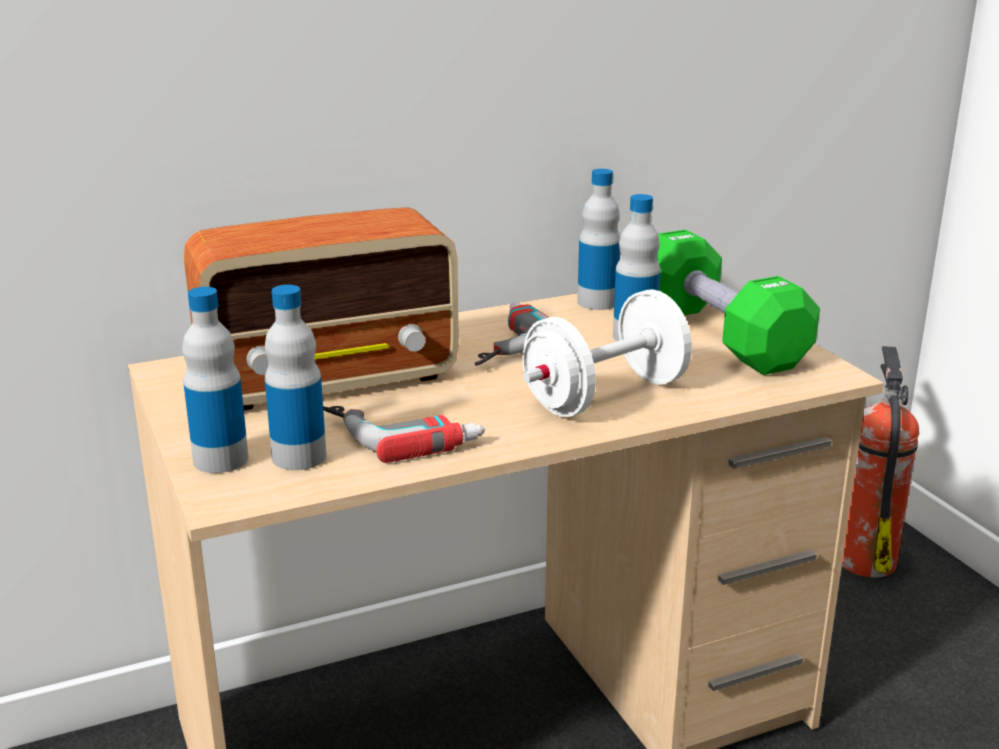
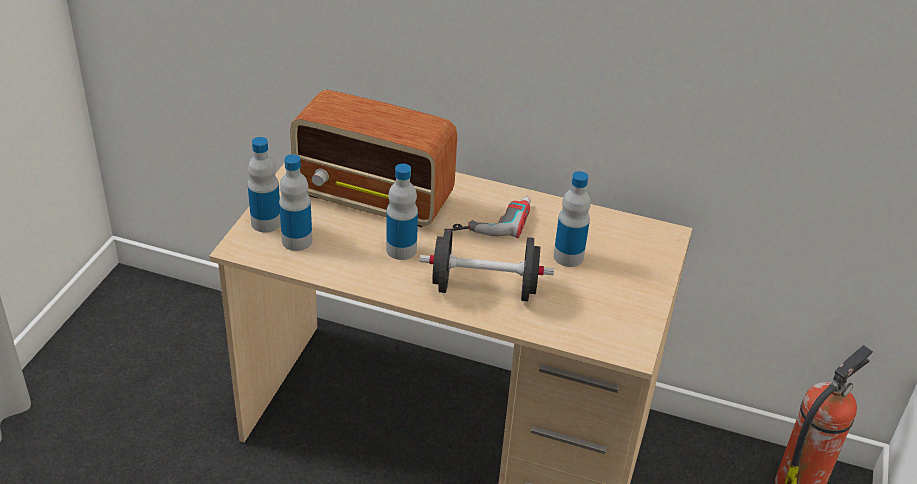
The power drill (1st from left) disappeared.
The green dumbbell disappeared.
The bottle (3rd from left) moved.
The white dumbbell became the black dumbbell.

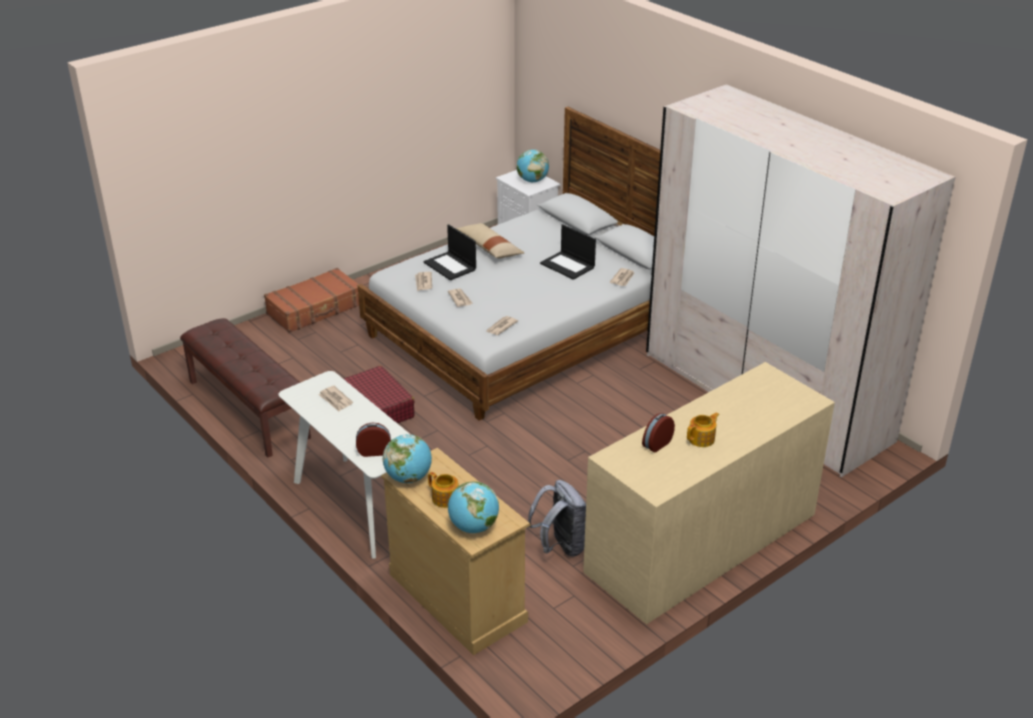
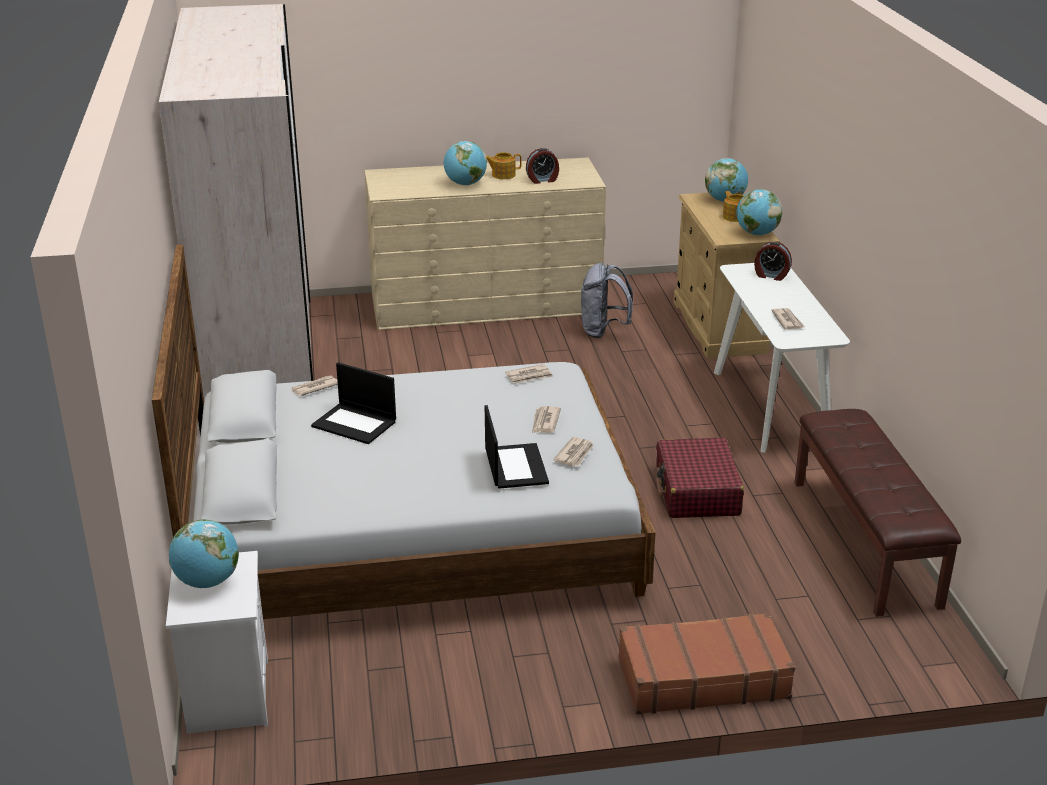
The beige pillow disappeared.
The globe (2nd from left) appeared.
The laptop (2nd from left in the first image) turned 135 degrees clockwise.

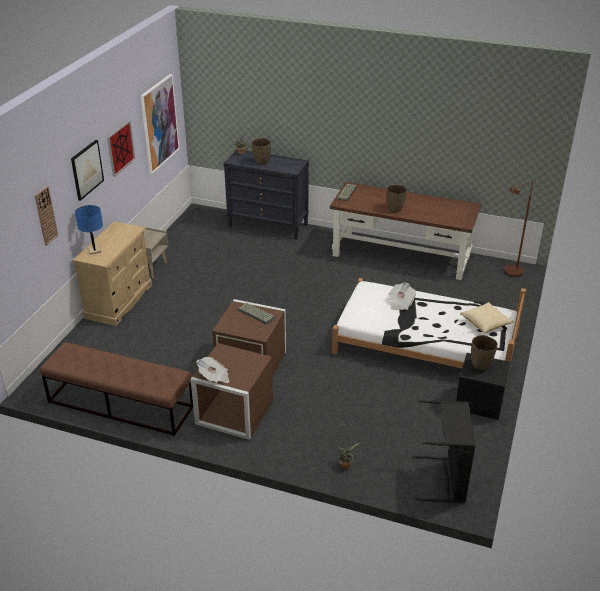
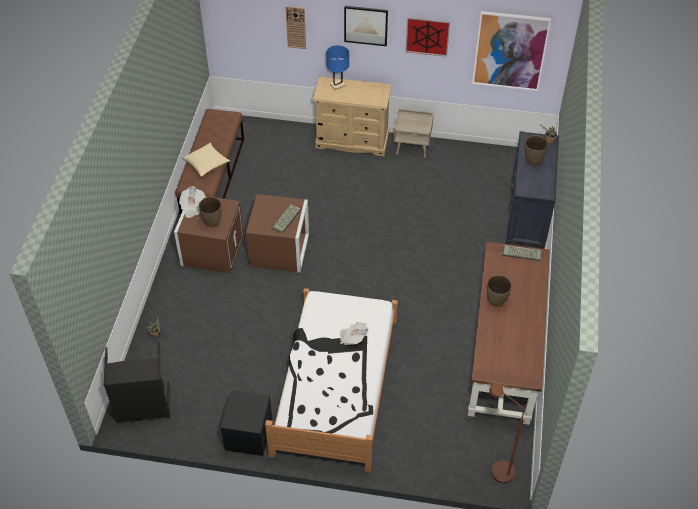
The pillow moved.
The brown vase (3rd from left in the first image) moved.

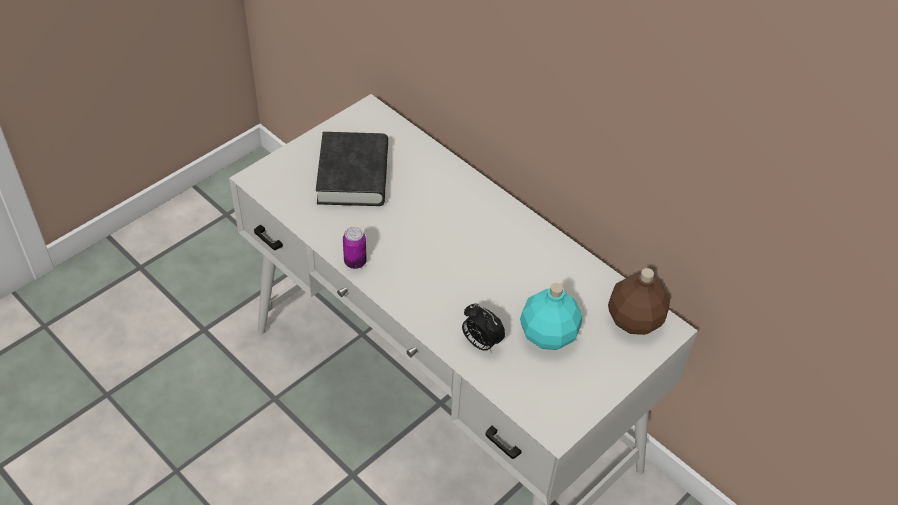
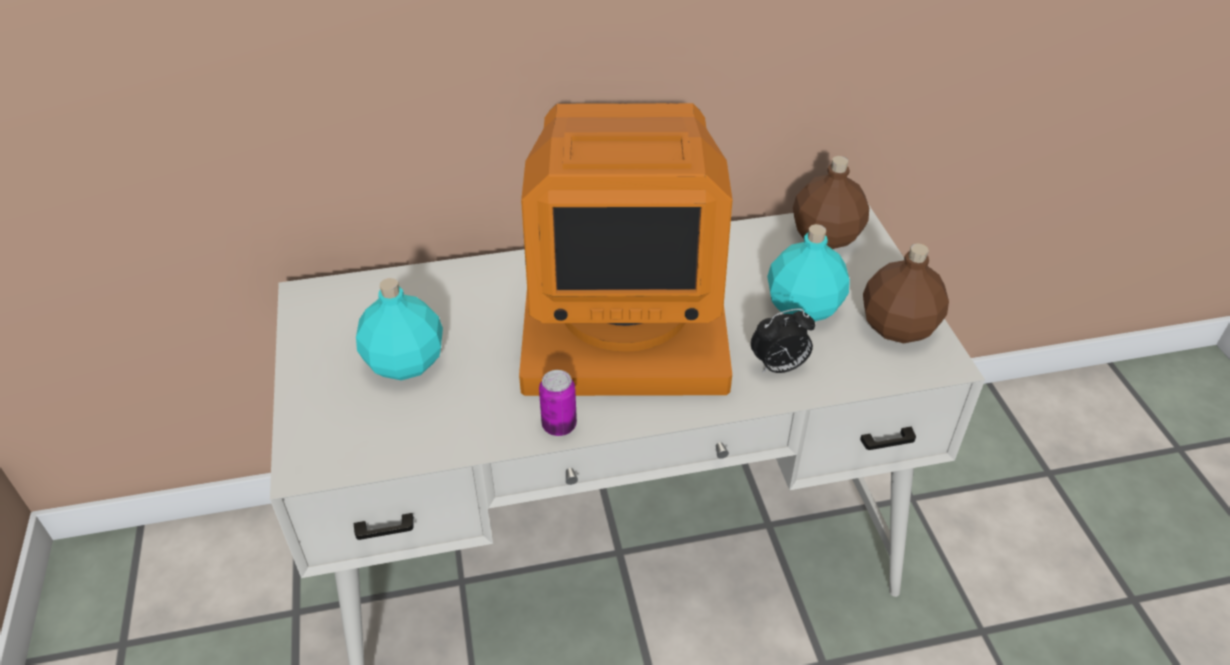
The monitor appeared.
The brown bottle (2nd from left) appeared.
The black book was replaced by the turquoise bottle (1st from left).

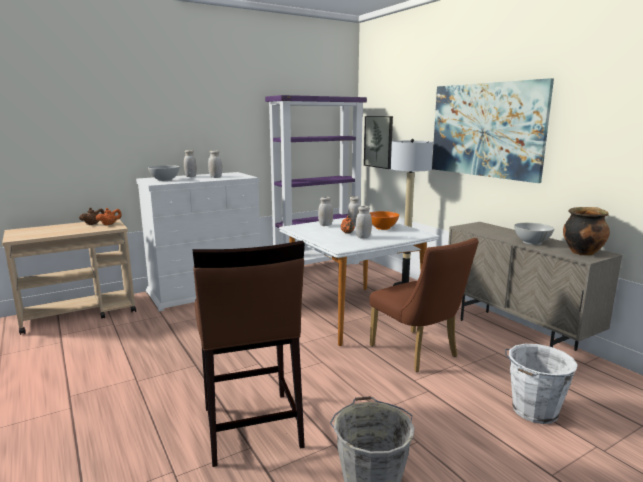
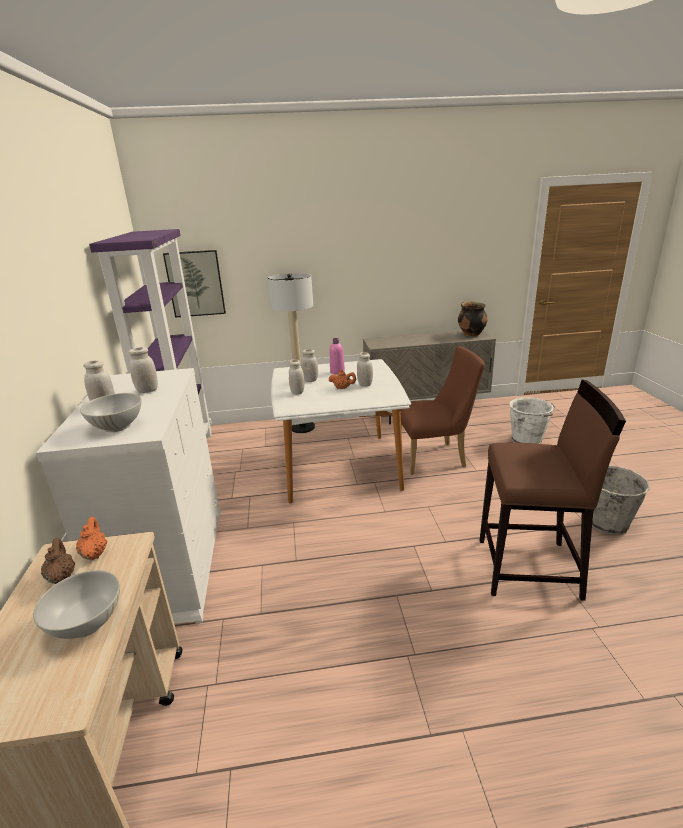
The picture (2nd from left) disappeared.
The white bowl (2nd from left in the first image) moved.
The orange bowl was replaced by the pink bottle.

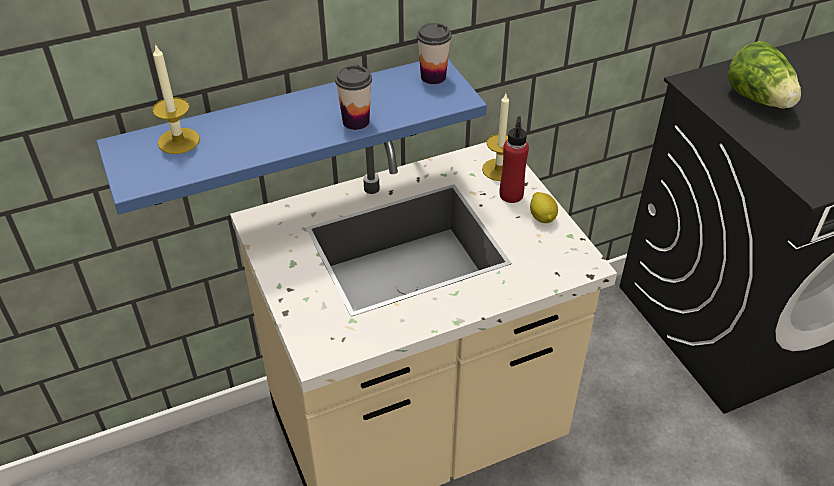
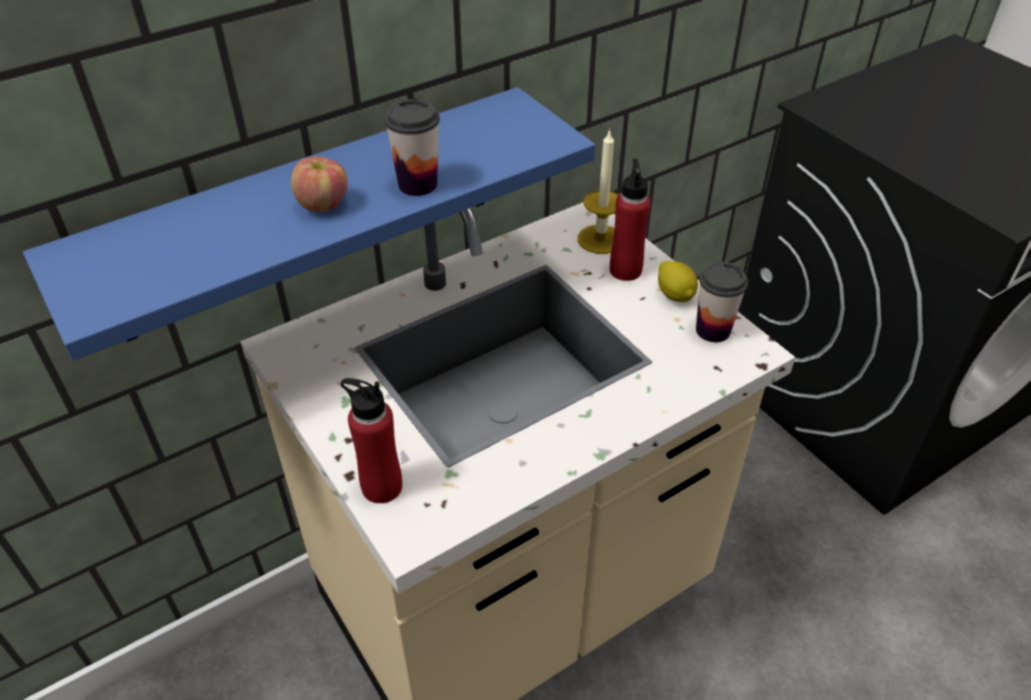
The candle (1st from left) disappeared.
The lettuce disappeared.
The apple appeared.
The red bottle (1st from left) appeared.
The cup (2nd from left) moved.

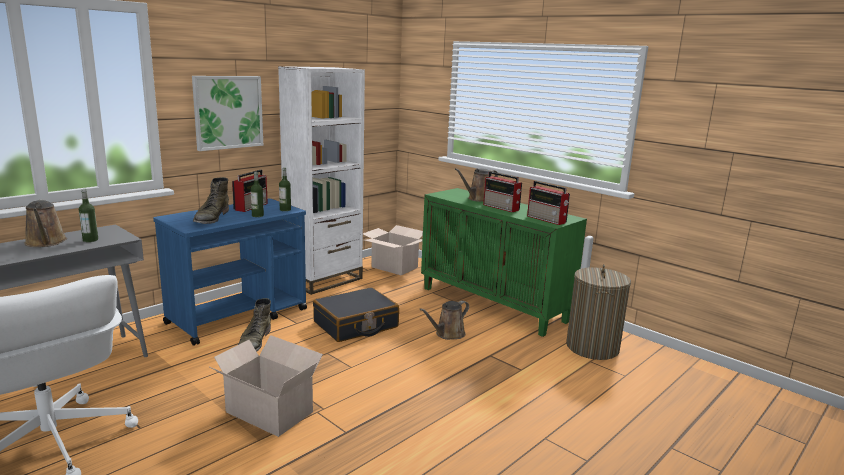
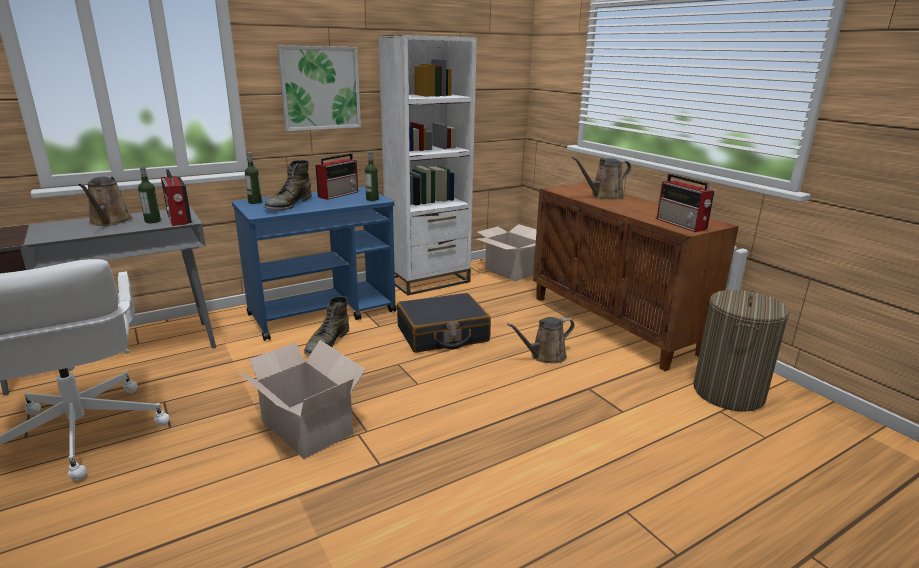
The bottle (2nd from left) moved.
The radio (2nd from left in the first image) moved.
The green cabinet became the brown cabinet.

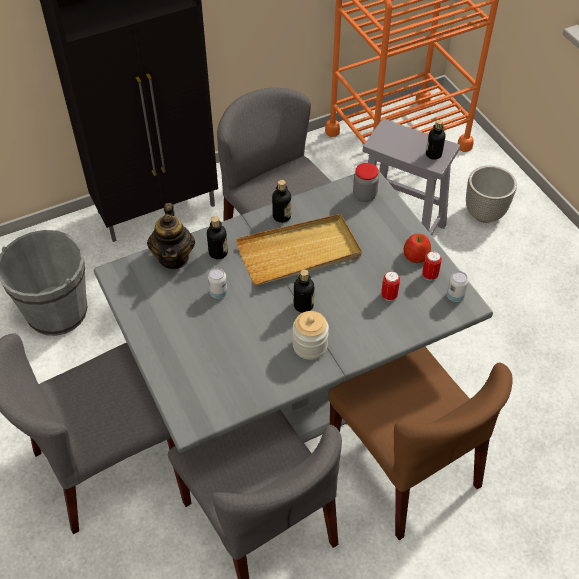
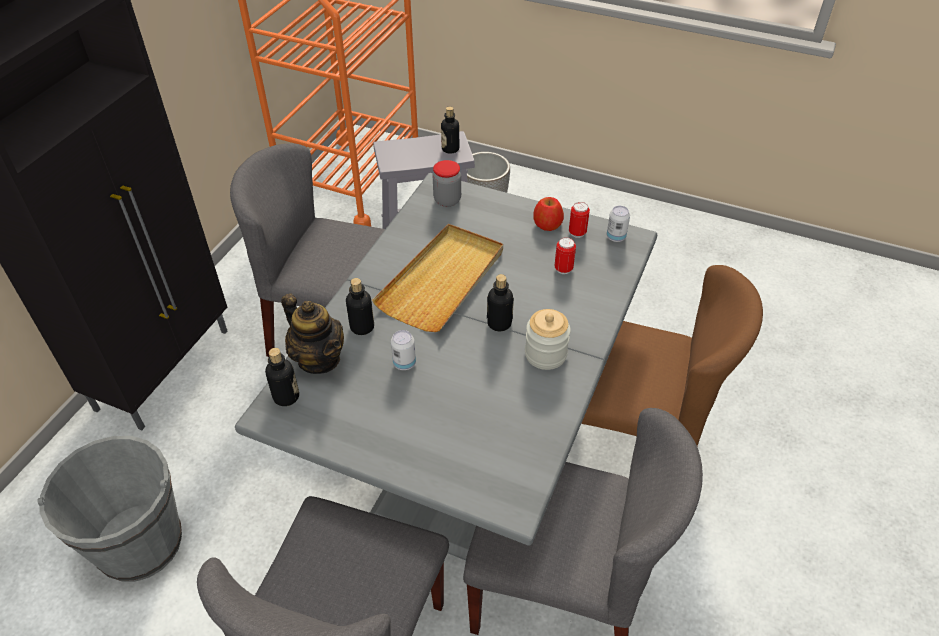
The bottle (2nd from left in the first image) moved.

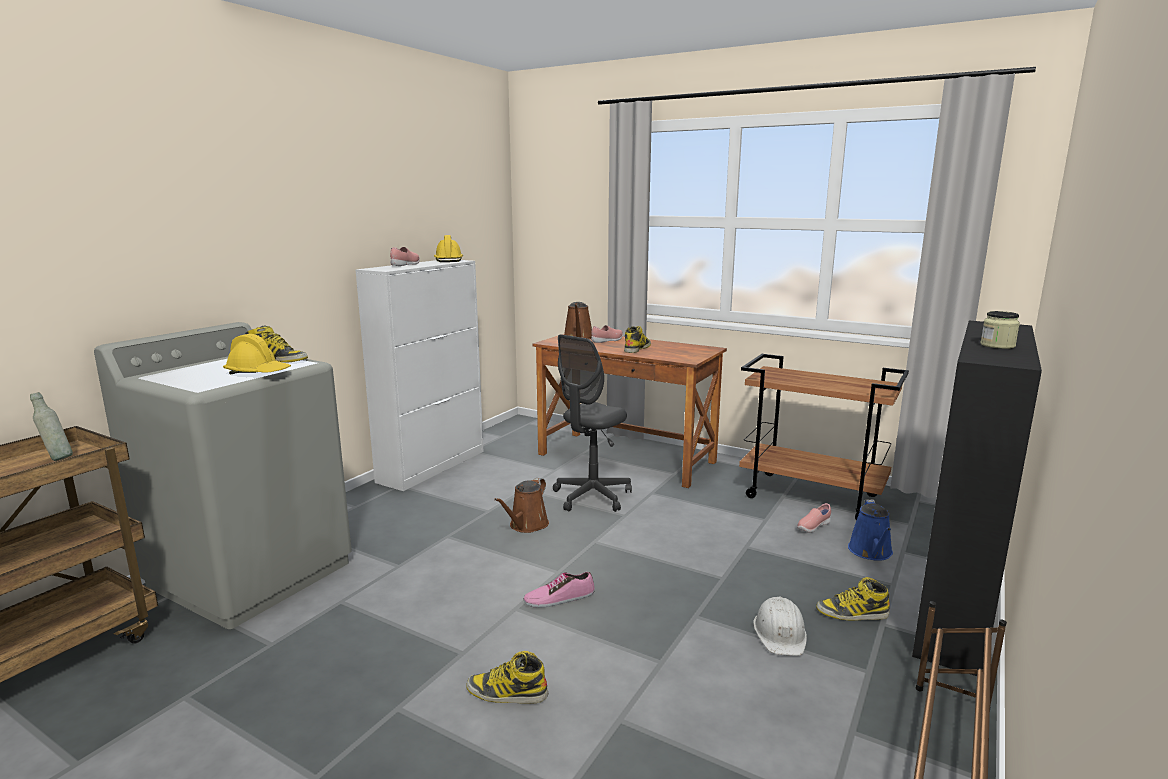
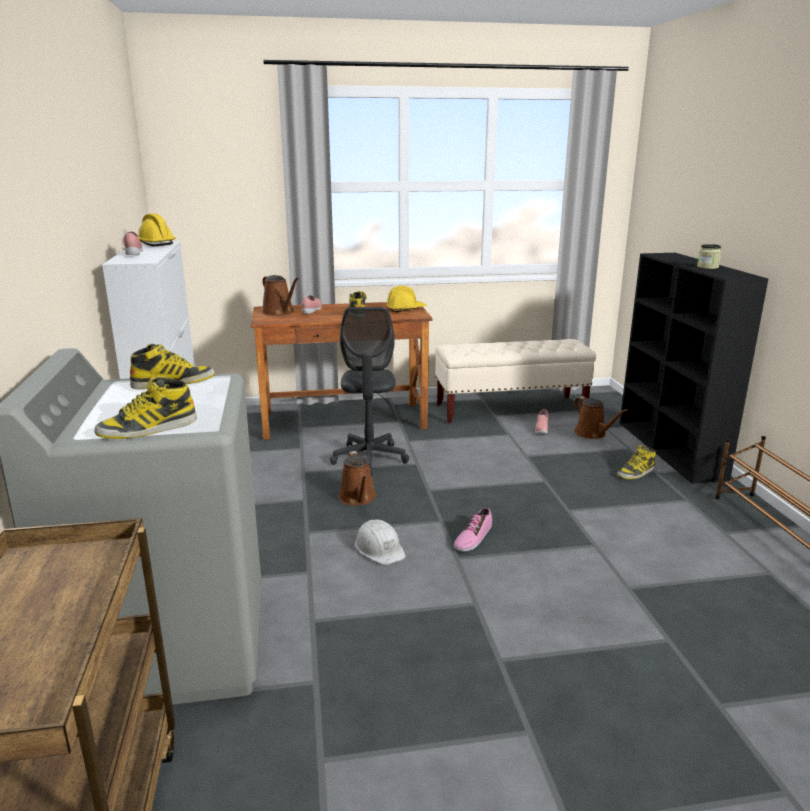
The grey bottle disappeared.
The yellow hard hat (1st from left in the first image) moved.
The boot (2nd from left in the first image) moved.
The white hard hat moved.
The brown cart (2nd from left) was replaced by the beige bench.
The blue watering can became the brown watering can (3rd from left).

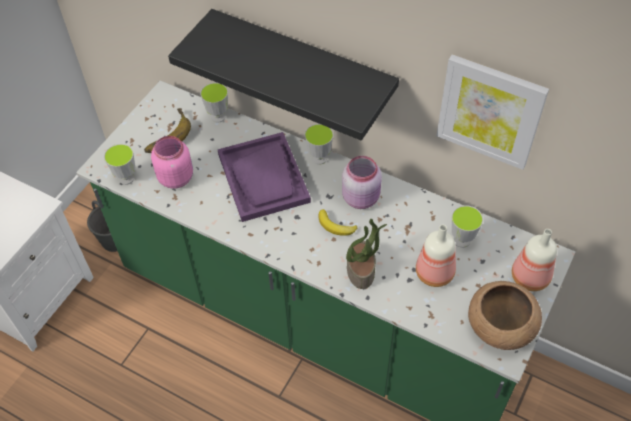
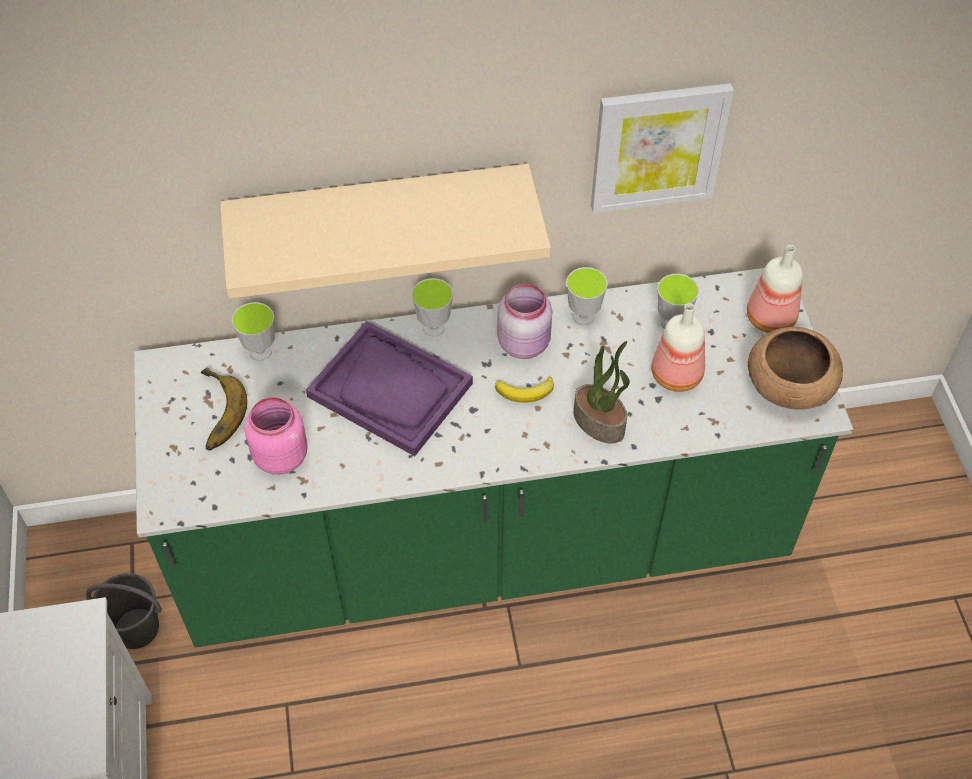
The cup (1st from left in the first image) moved.
The black shelf became the beige shelf.

